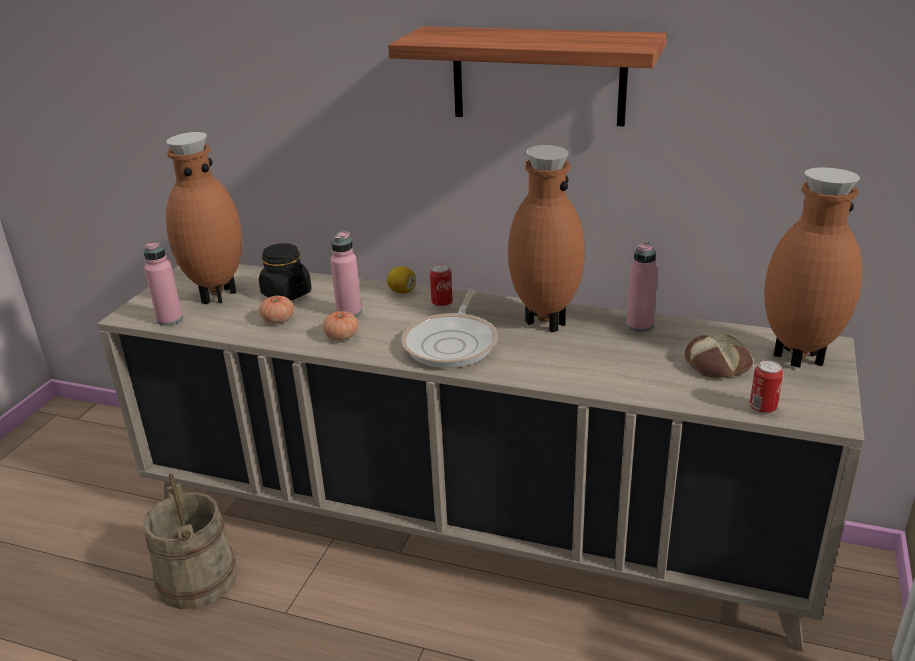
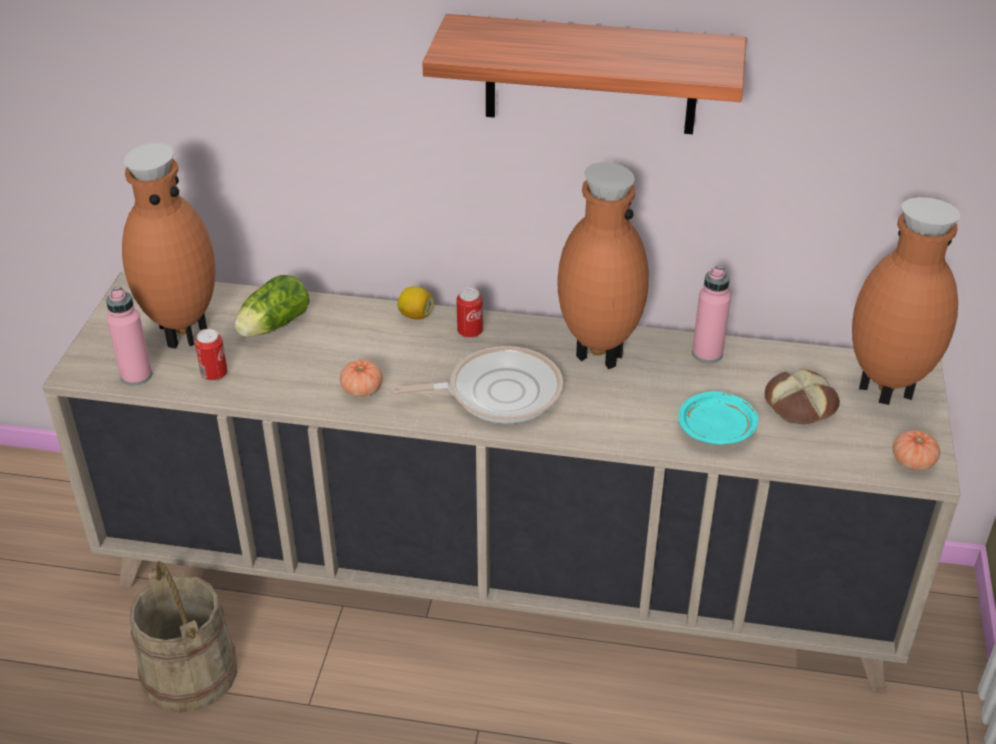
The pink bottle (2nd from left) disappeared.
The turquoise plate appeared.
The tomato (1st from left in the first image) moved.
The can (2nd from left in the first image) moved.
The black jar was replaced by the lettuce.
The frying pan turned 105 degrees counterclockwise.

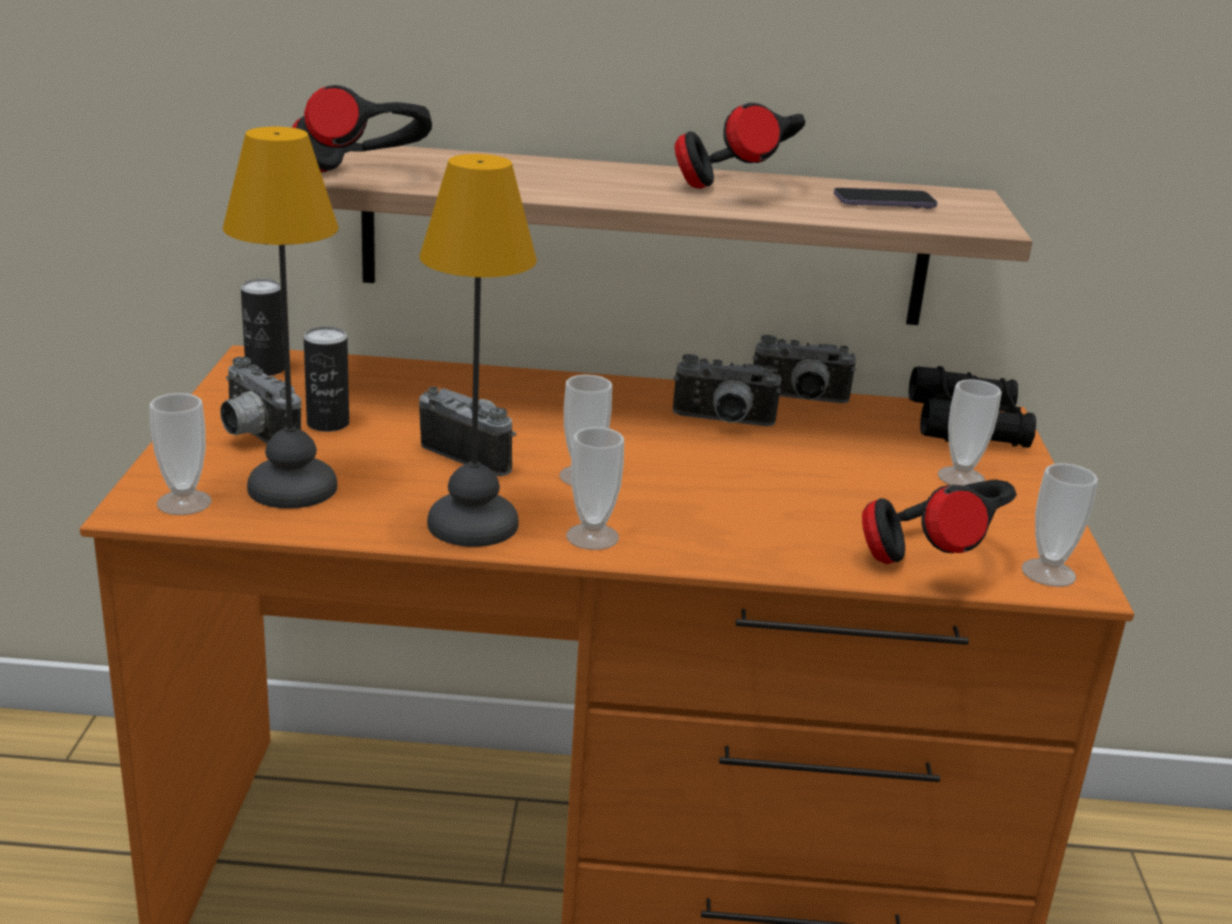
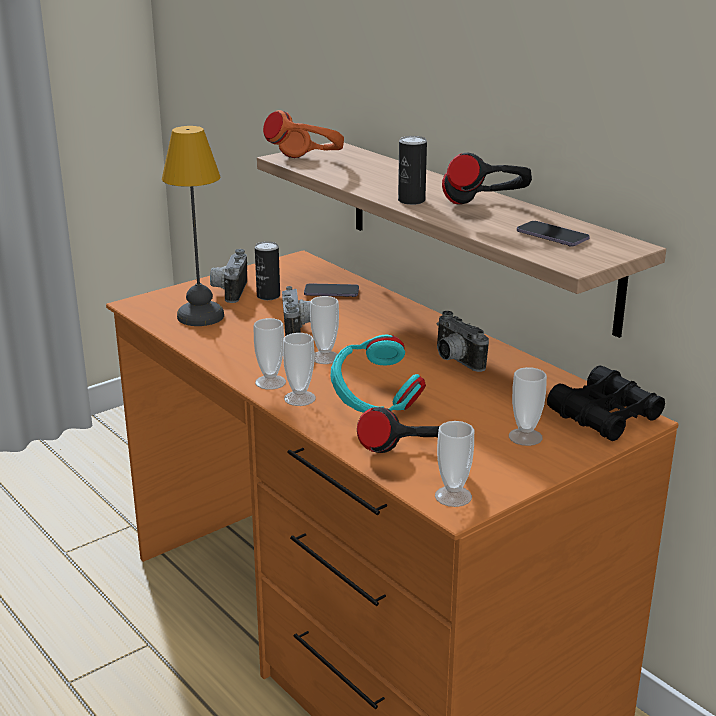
The table lamp (2nd from left) disappeared.
The photo camera (4th from left) disappeared.
The phone (1st from left) appeared.
The turquoise headphones appeared.
The cup (1st from left in the first image) moved.
The can (1st from left in the first image) moved.
The black headphones (1st from left) became the orange headphones.

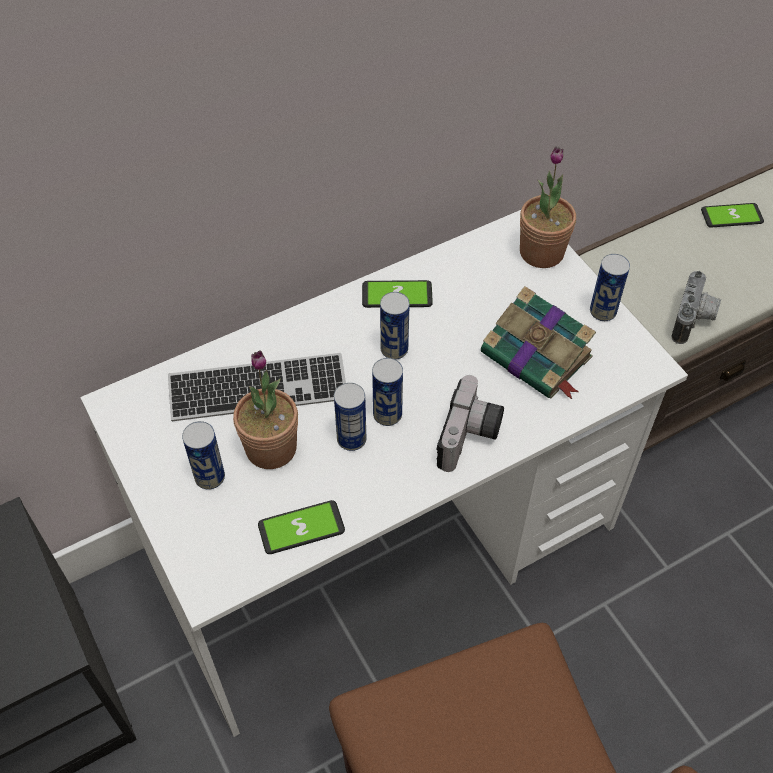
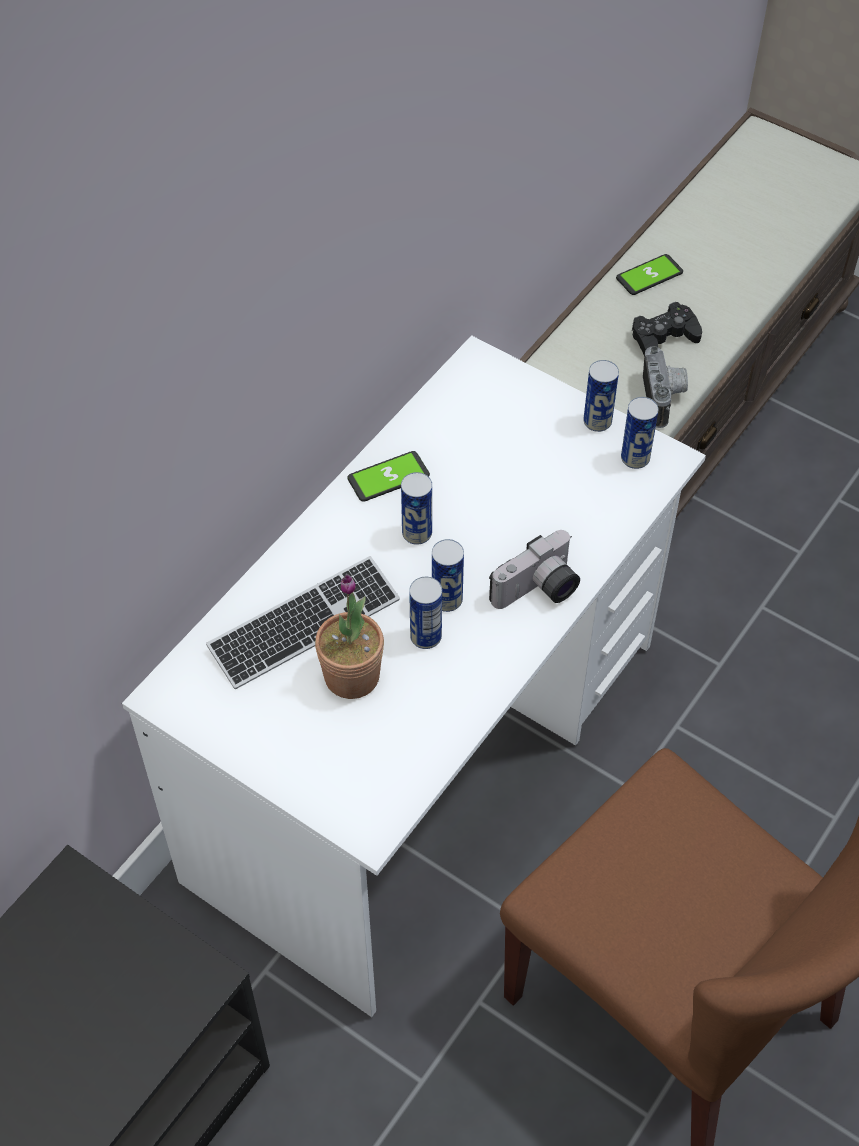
The phone (1st from left) disappeared.
The book disappeared.
The potted plant (2nd from left) disappeared.
The black game controller appeared.
The can (1st from left in the first image) moved.
The photo camera (1st from left) turned 60 degrees clockwise.

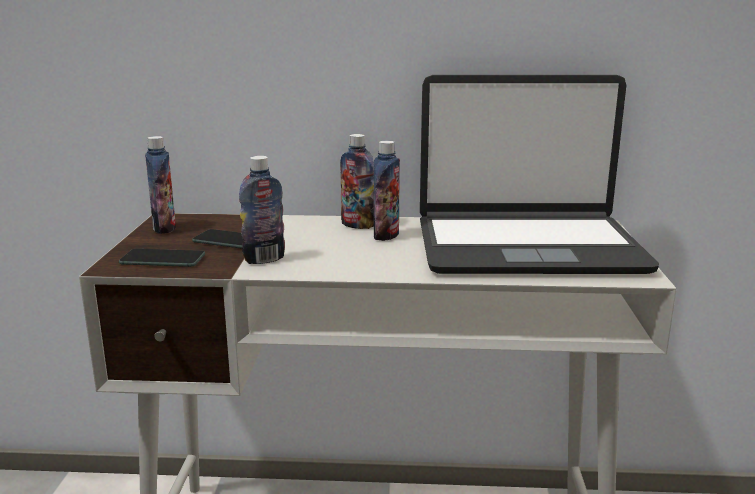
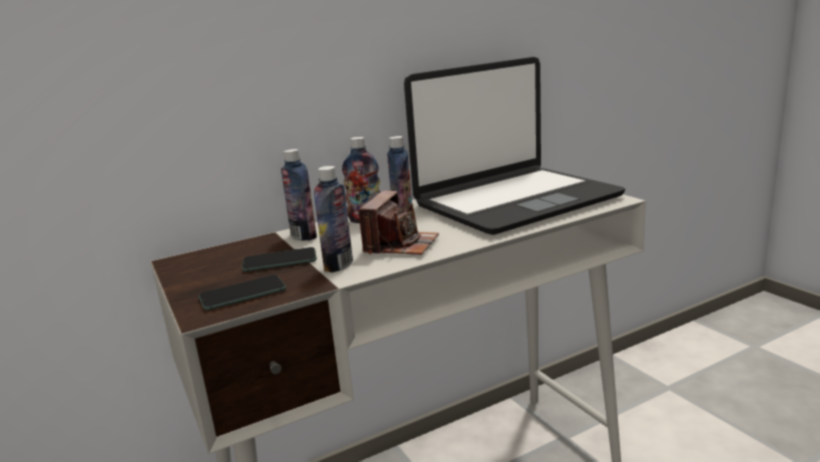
The photo camera appeared.
The bottle (1st from left) moved.

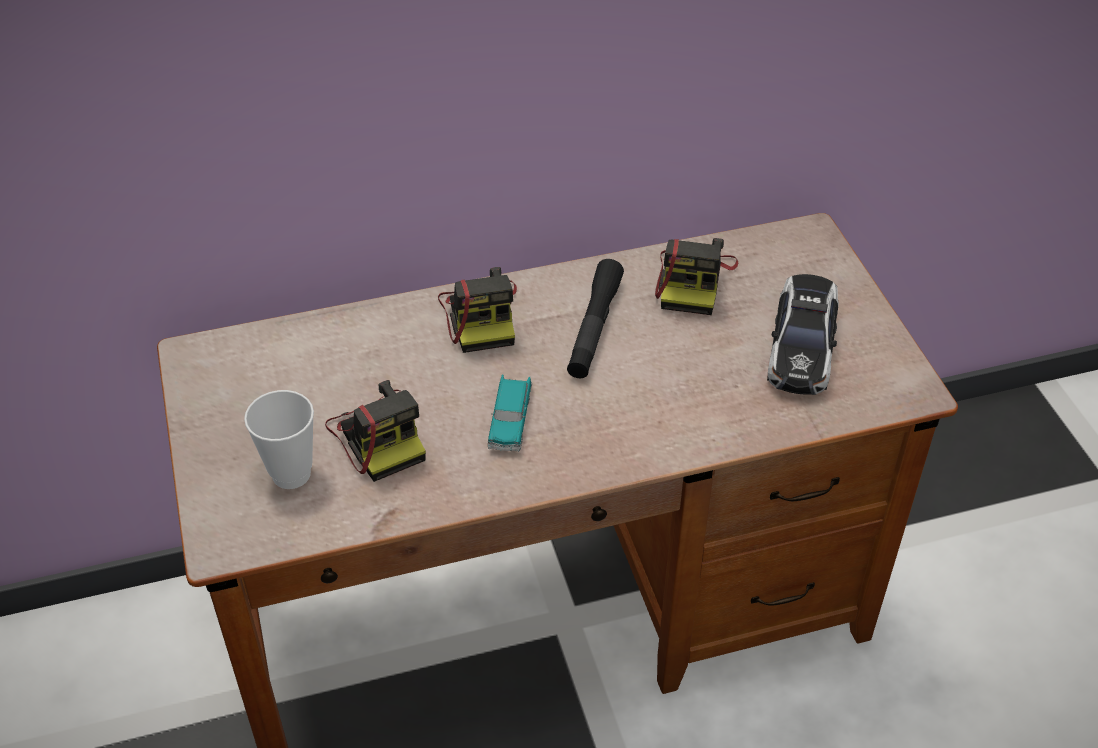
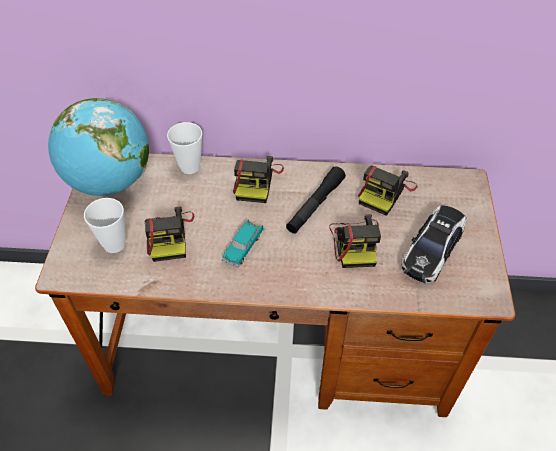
The globe appeared.
The cup (2nd from left) appeared.
The photo camera (3rd from left) appeared.

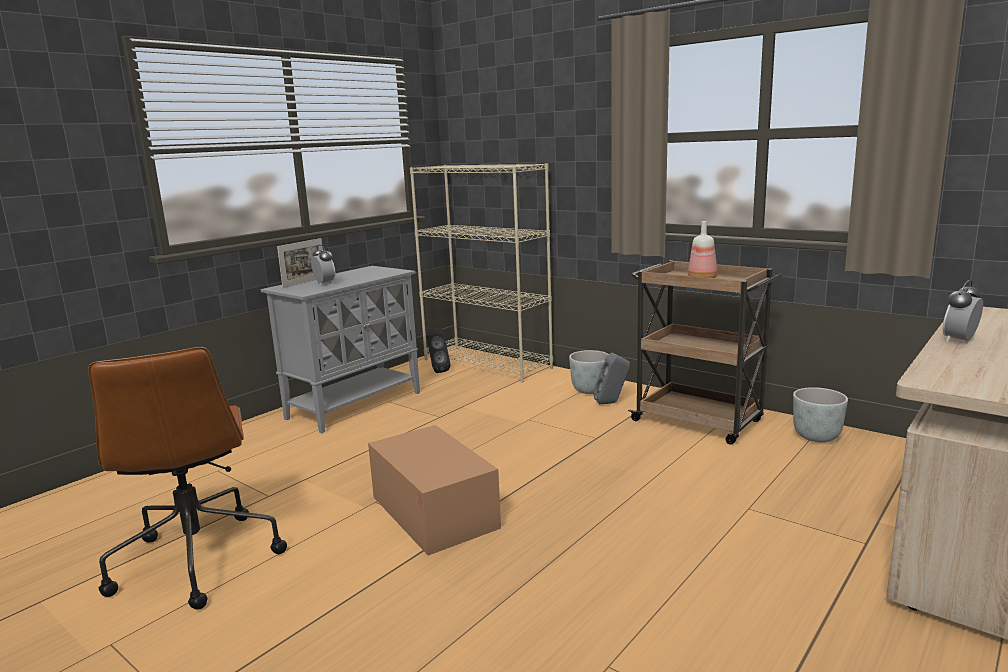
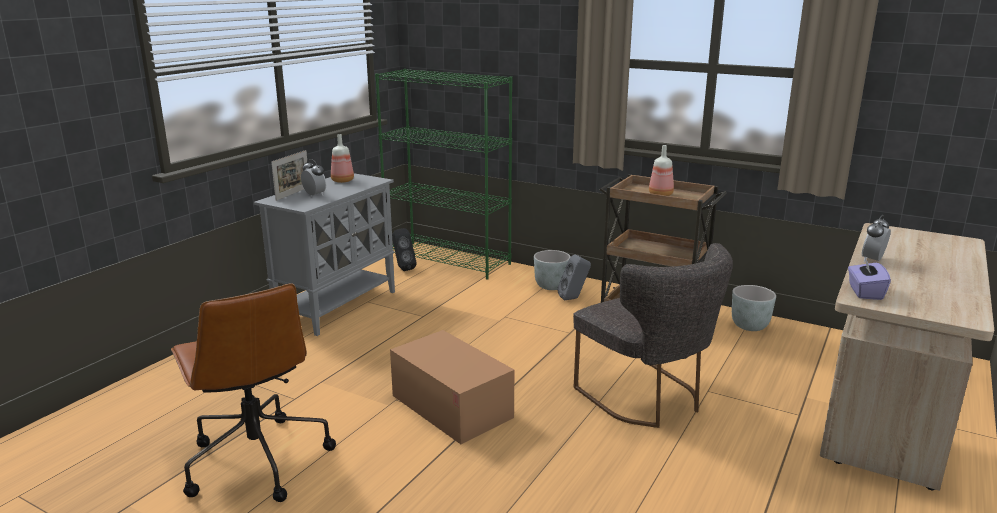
The bottle (1st from left) appeared.
The grey chair appeared.
The purple tissue box appeared.
The beige bookcase became the green bookcase.

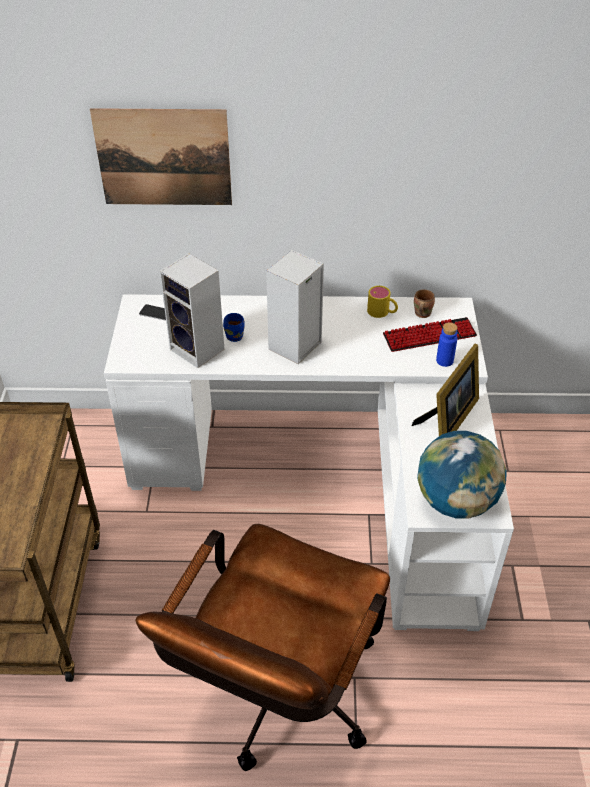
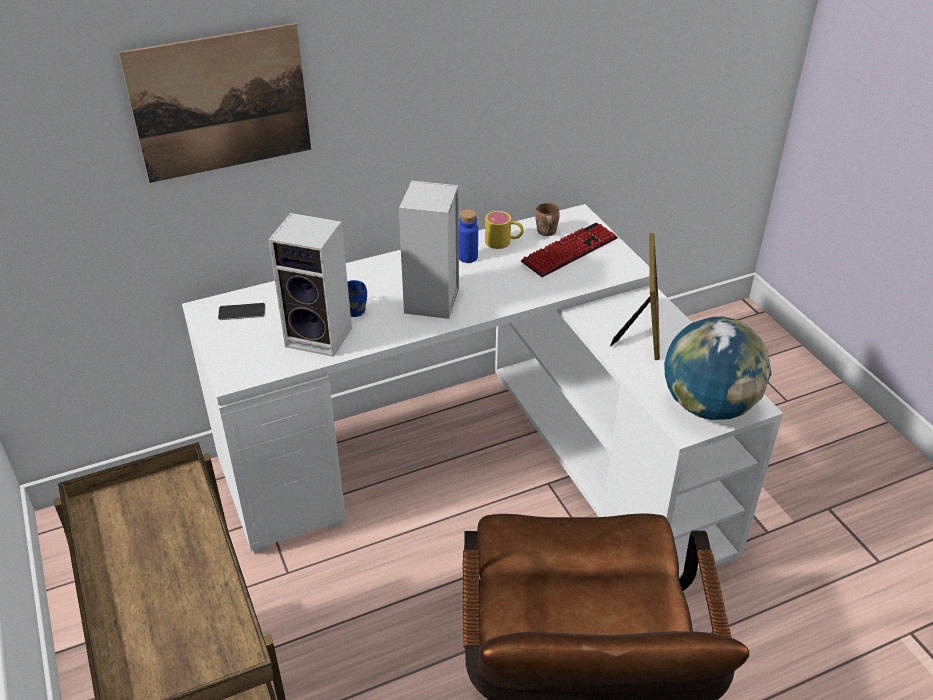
The blue bottle moved.

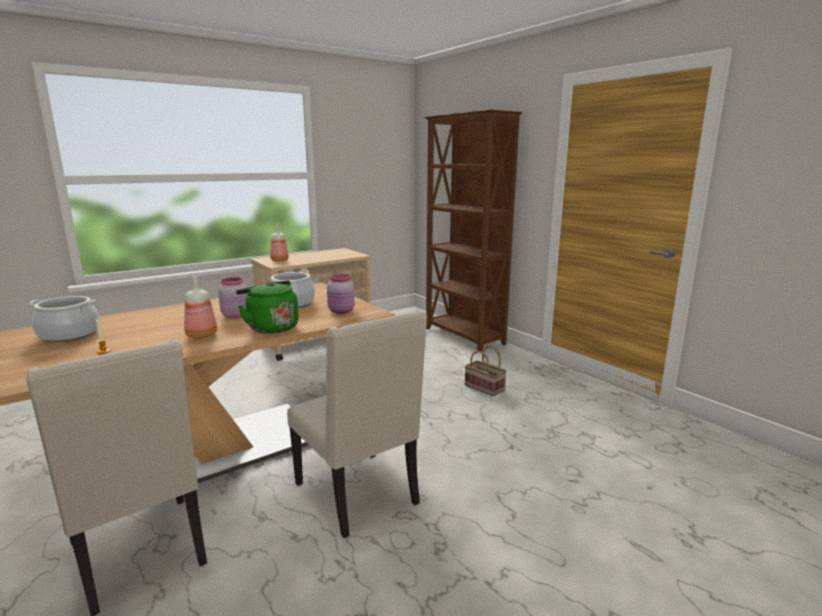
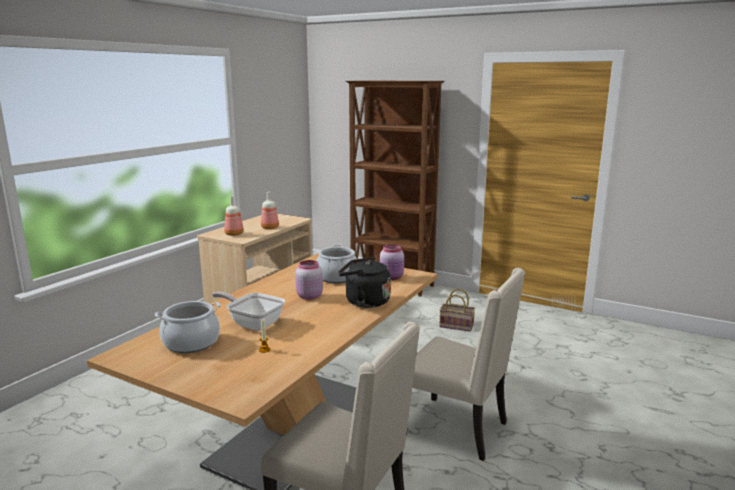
The frying pan appeared.
The bottle (1st from left in the first image) moved.
The green kettle became the black kettle.

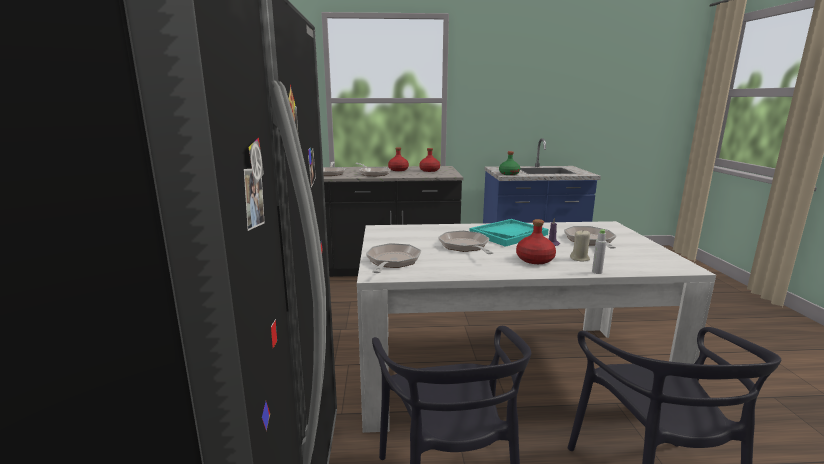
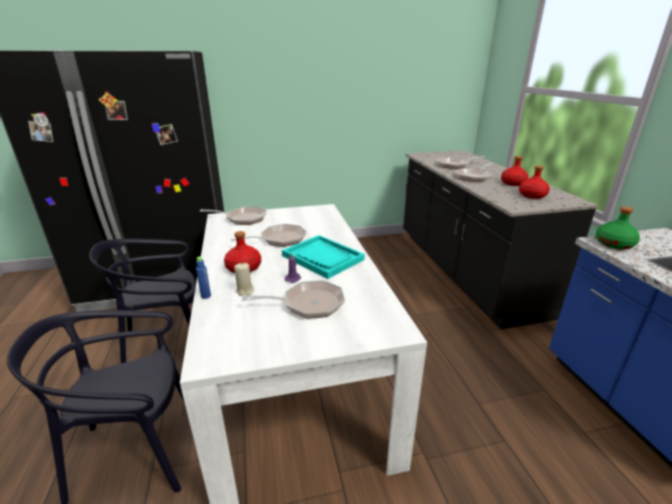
The grey bottle became the blue bottle.

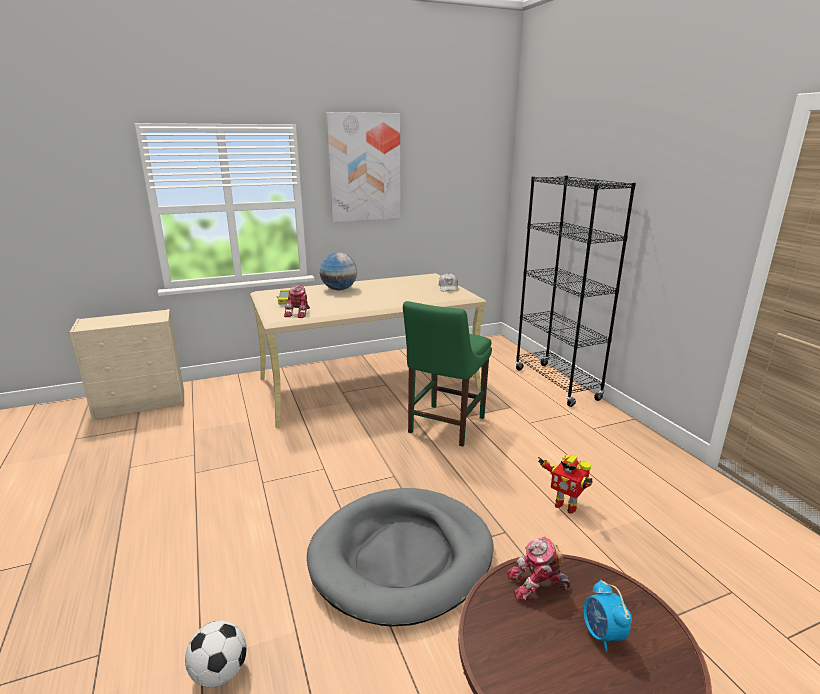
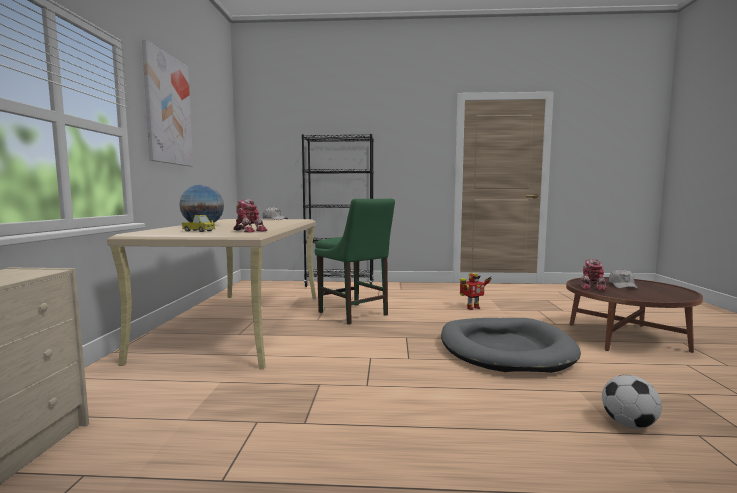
The alarm clock was replaced by the white cap (2nd from left).

